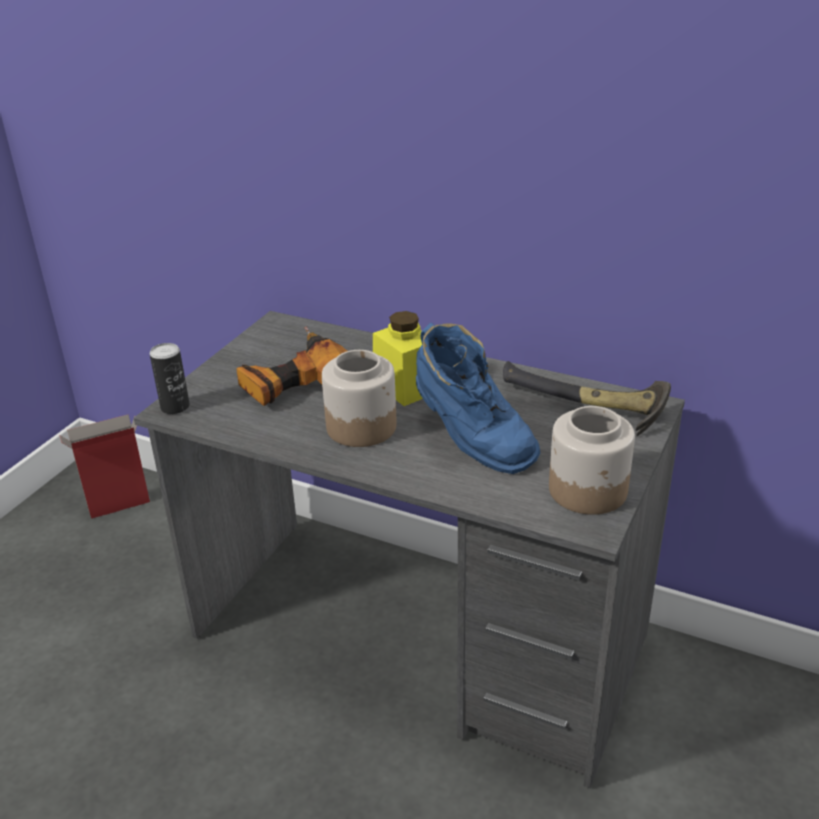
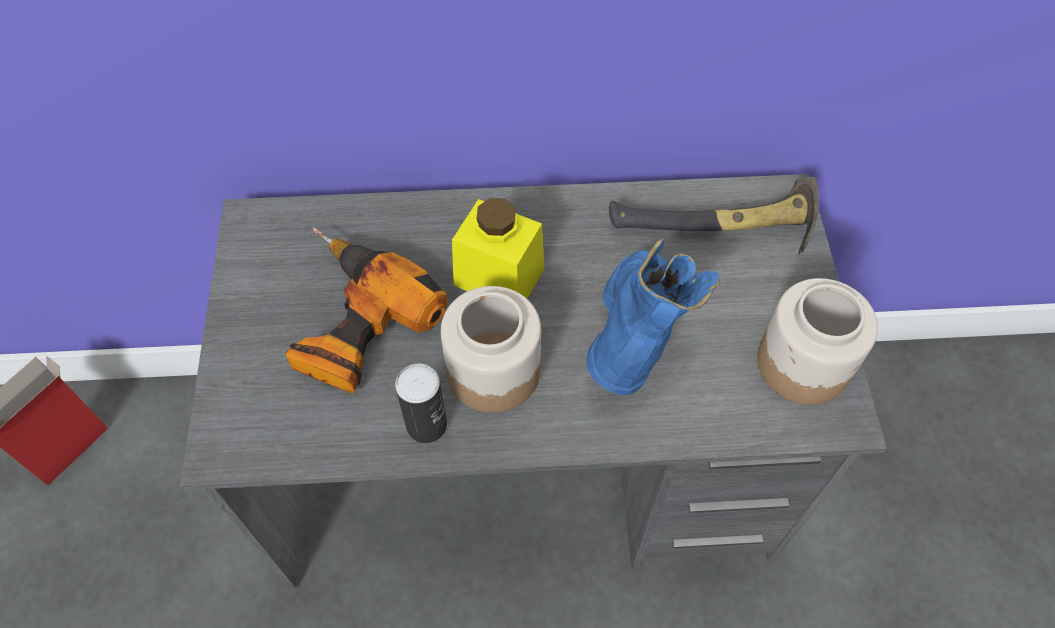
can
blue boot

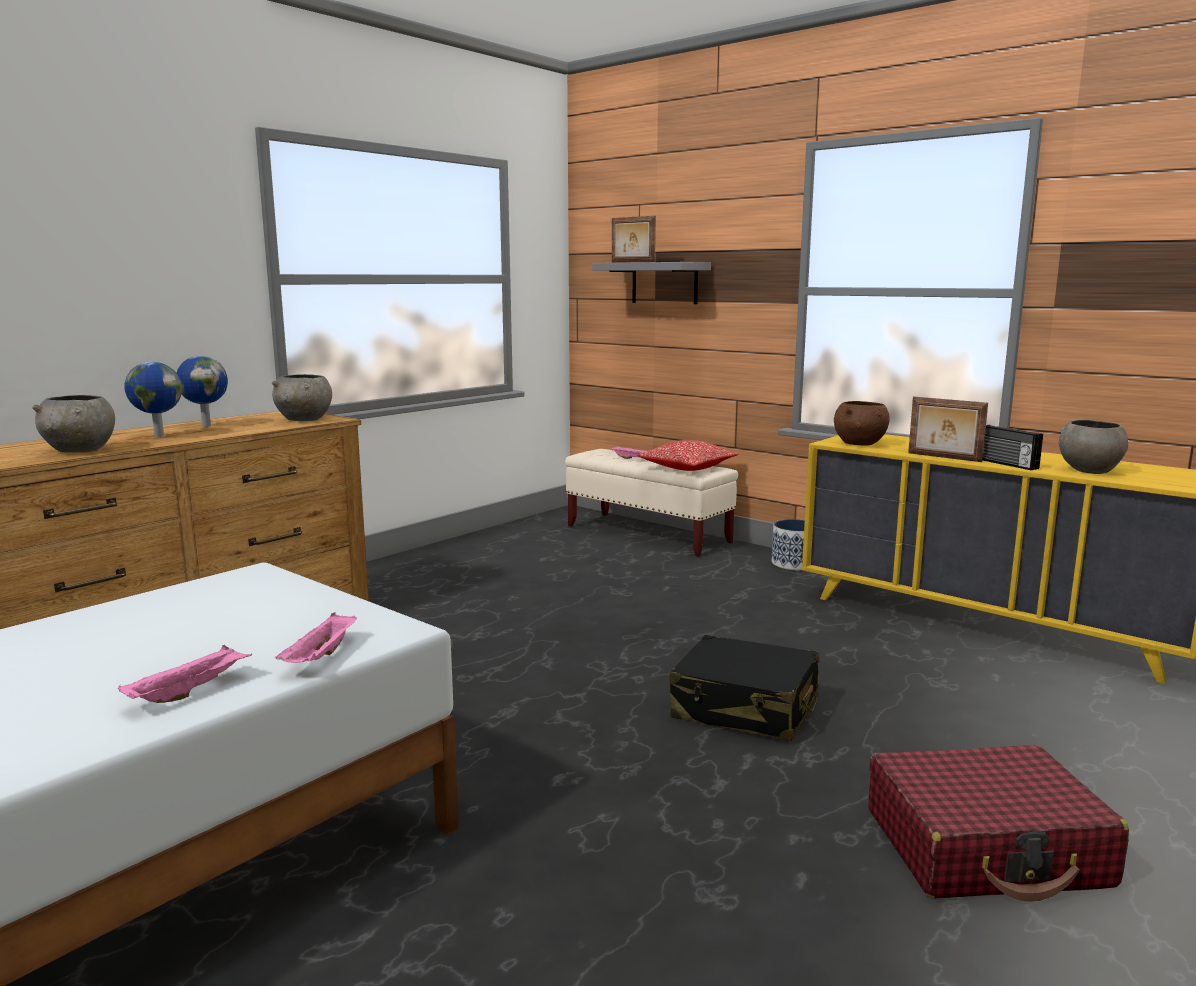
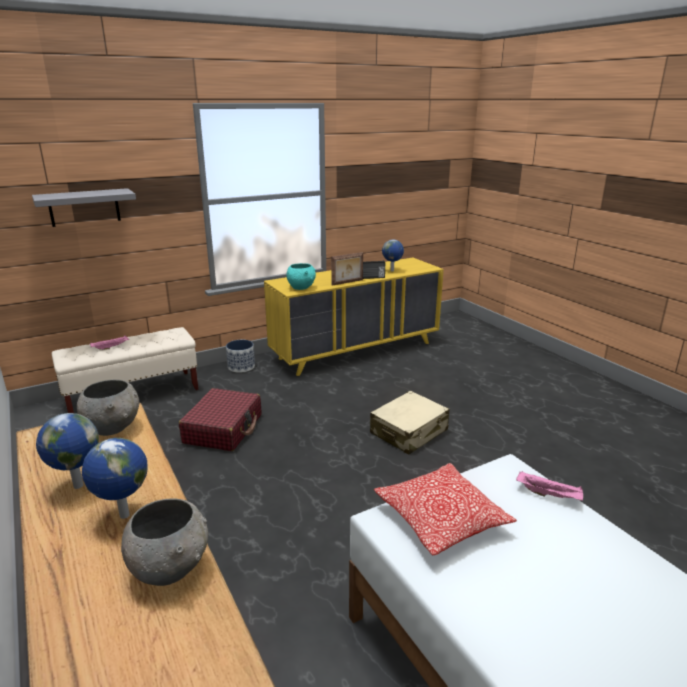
red suitcase
turquoise bowl
beige suitcase
pillow
globe (3rd from left)
pink tray (1st from left in the first image)
picture frame (1st from left in the first image)

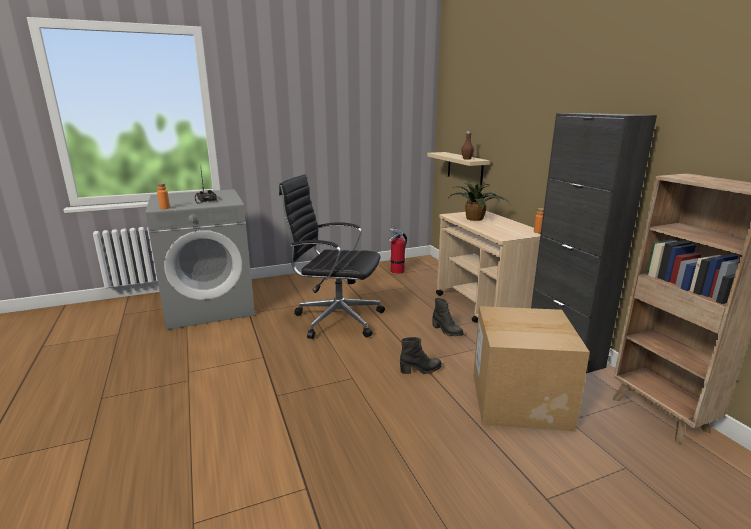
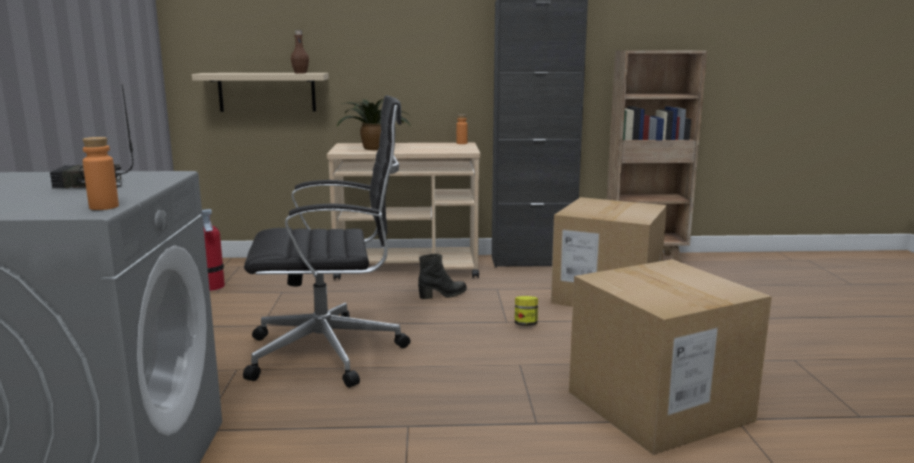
black office chair
jar
cardboard box (2nd from left)

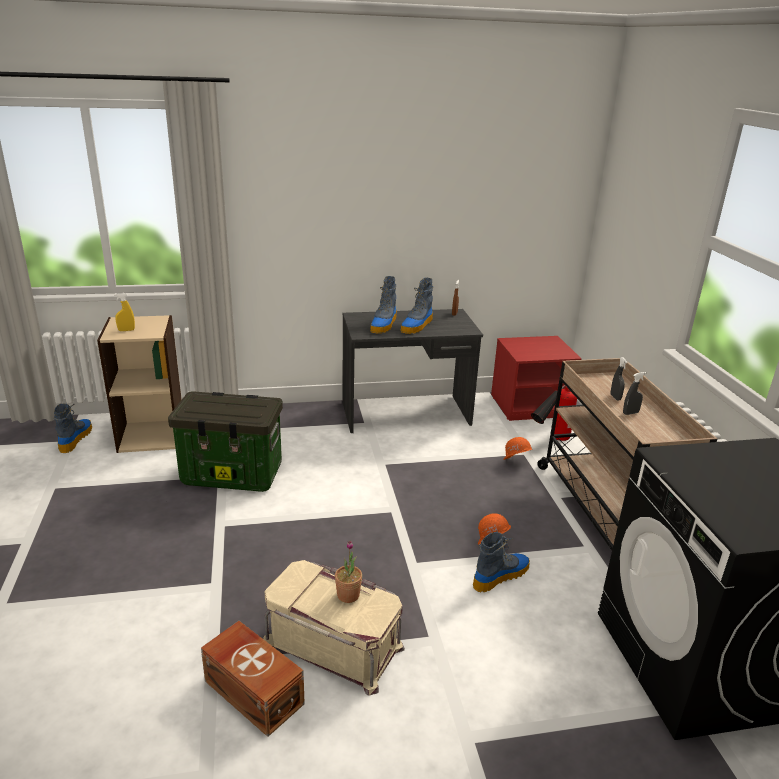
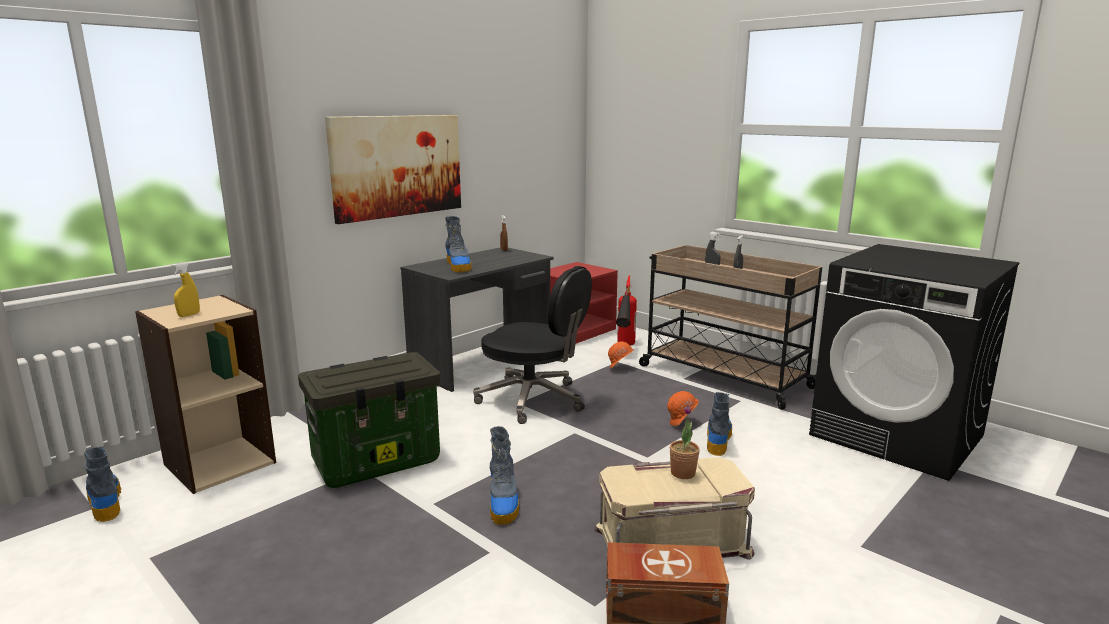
picture
black office chair
boot (3rd from left)

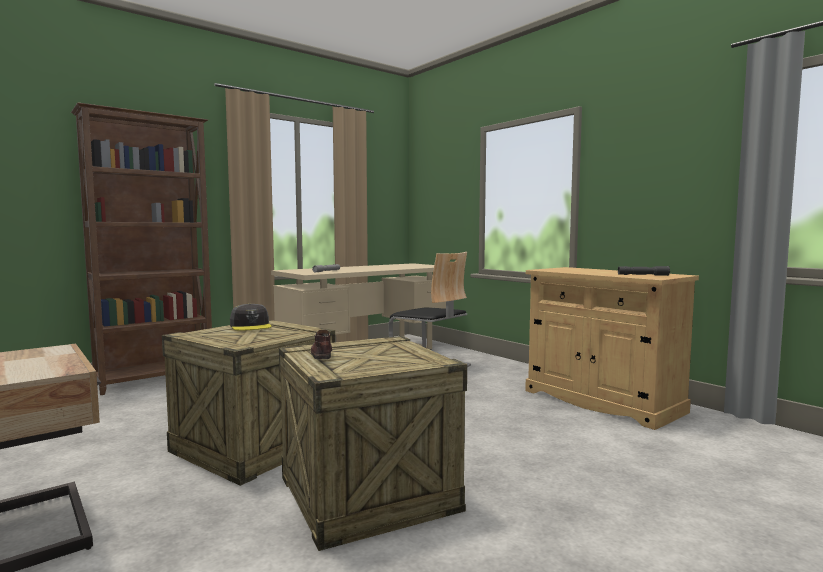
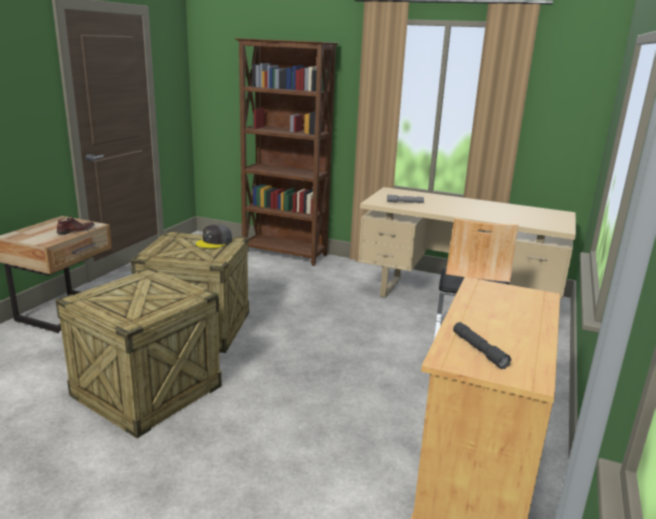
brown shoe

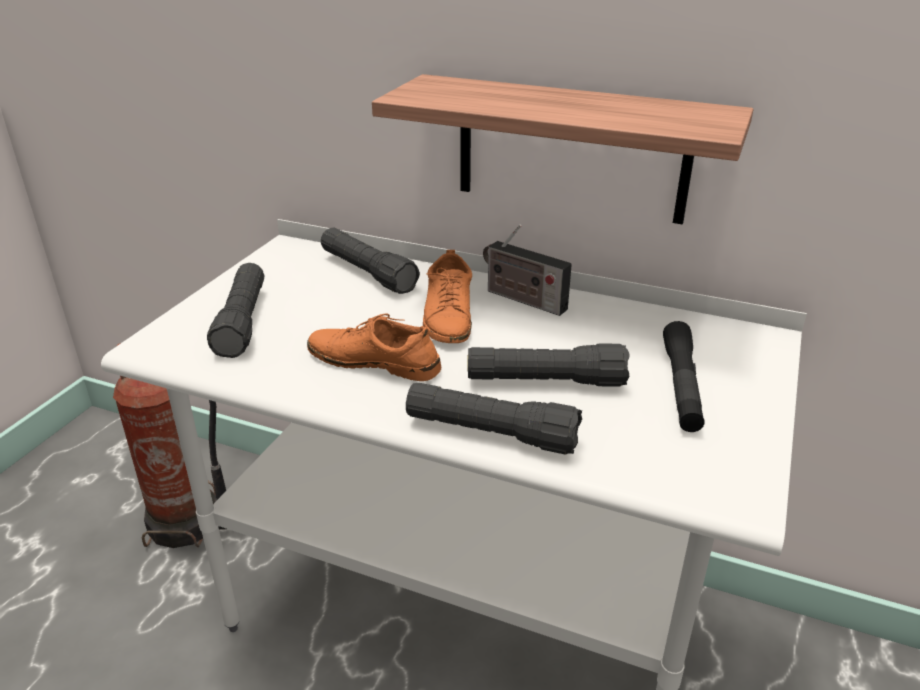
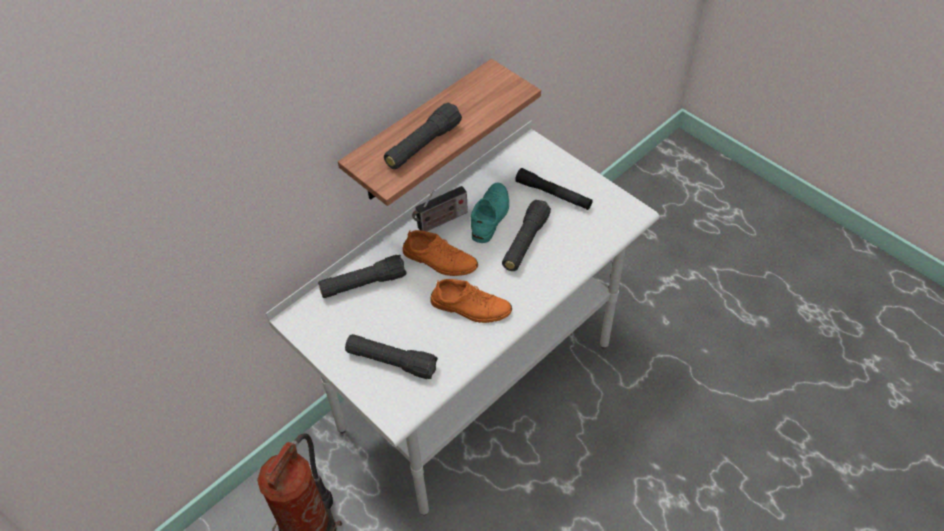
black flashlight (3rd from left)
orange shoe (2nd from left)
turquoise shoe

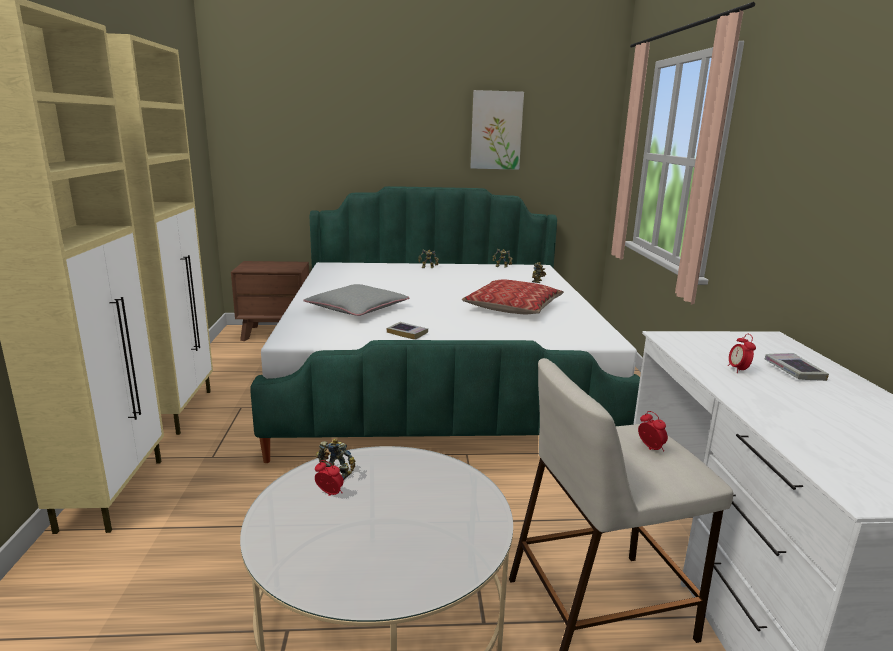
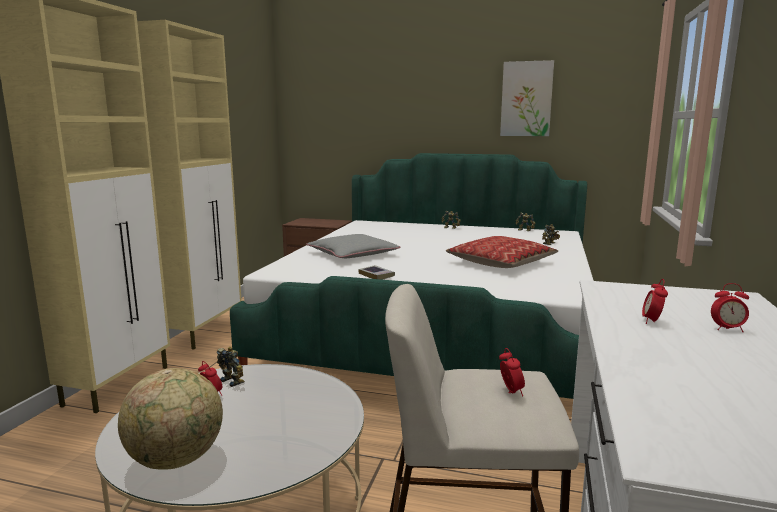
globe
alarm clock (4th from left)

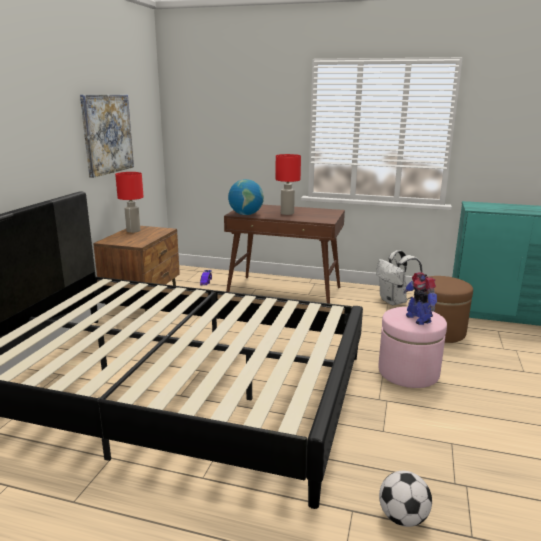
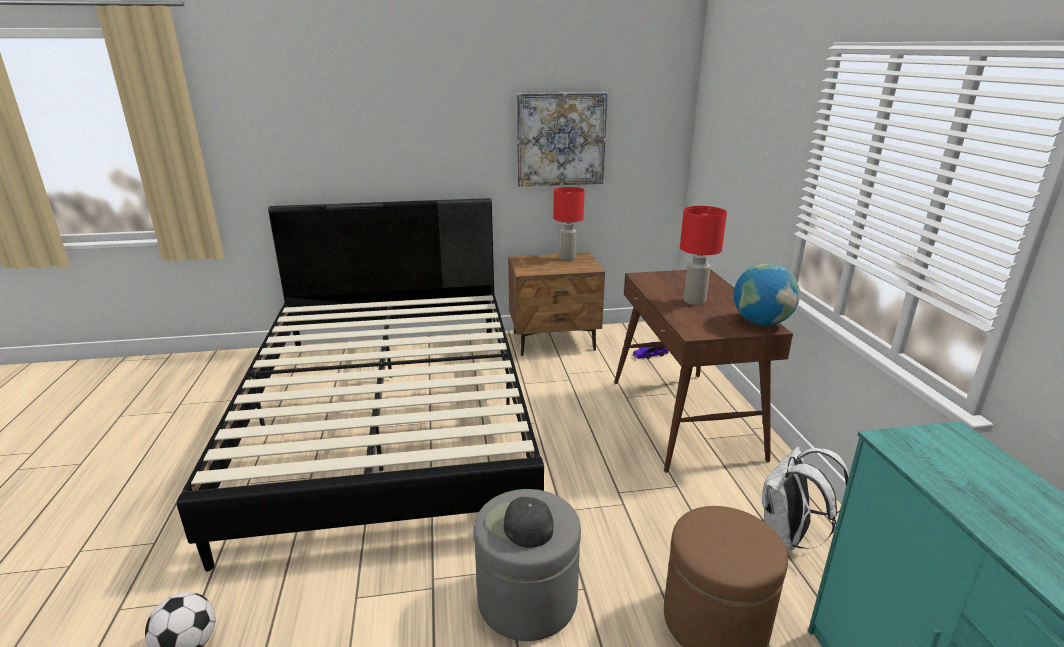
grey ottoman
black cap
globe

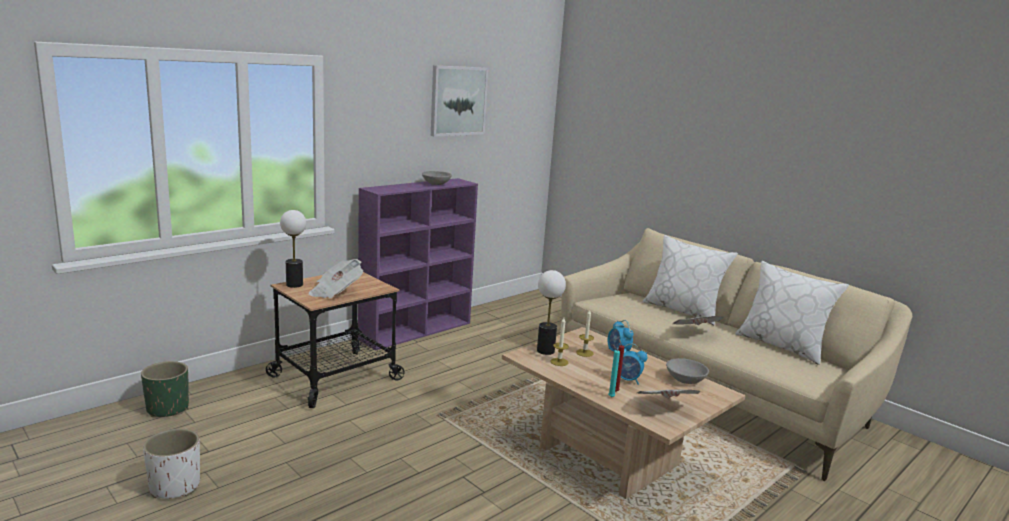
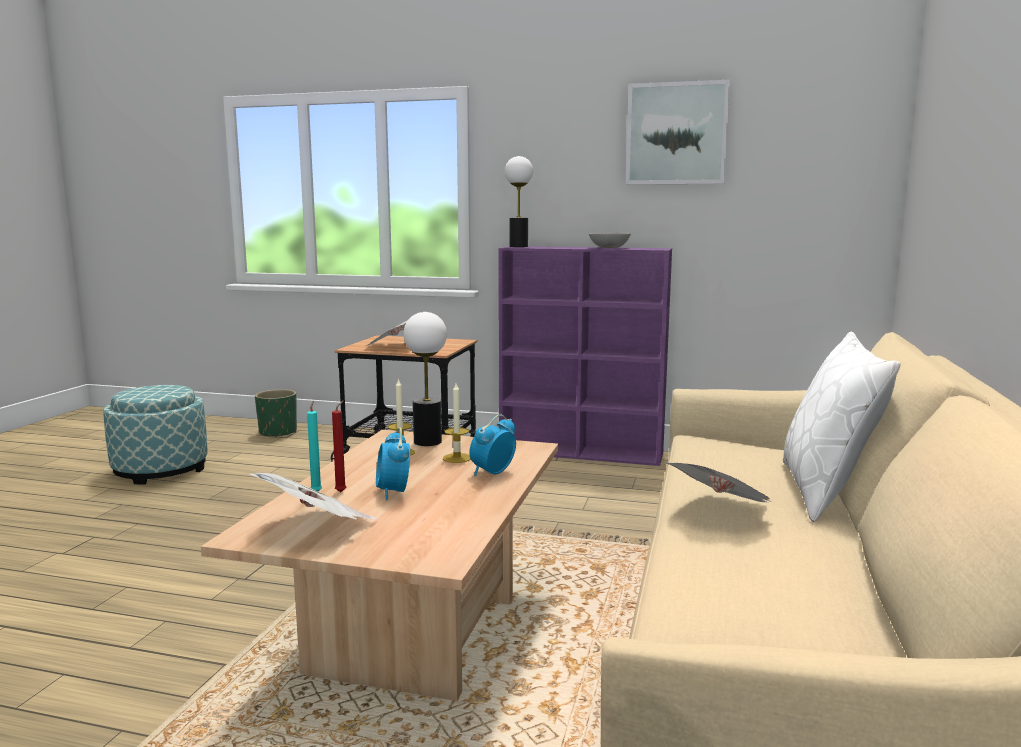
ottoman
table lamp (2nd from left)
grey bowl (2nd from left in the first image)
white pillow (2nd from left in the first image)

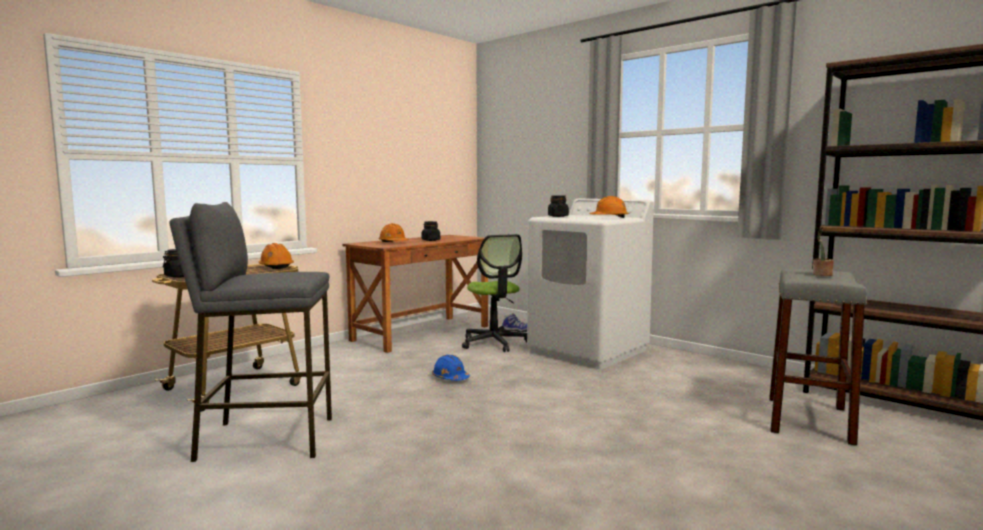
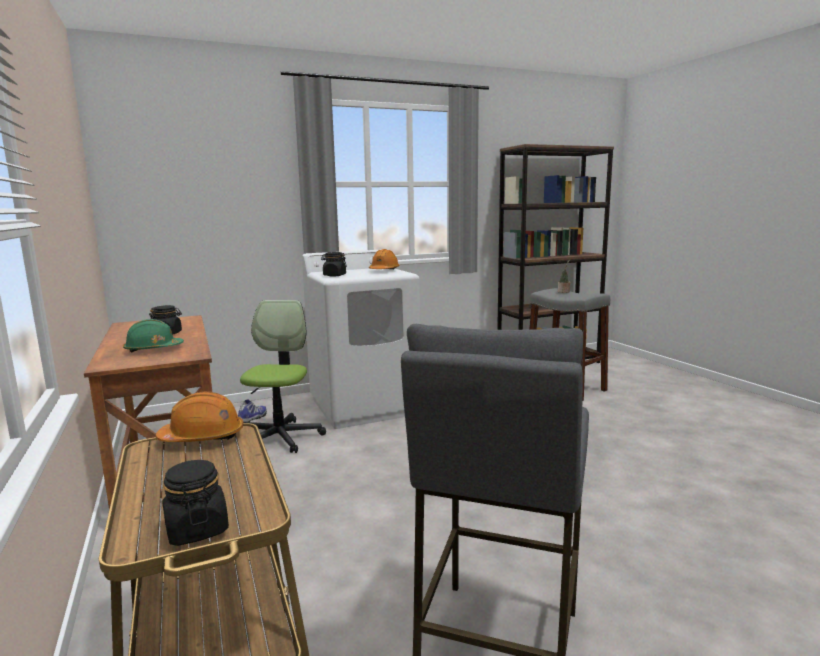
green hard hat
office chair
blue hard hat

